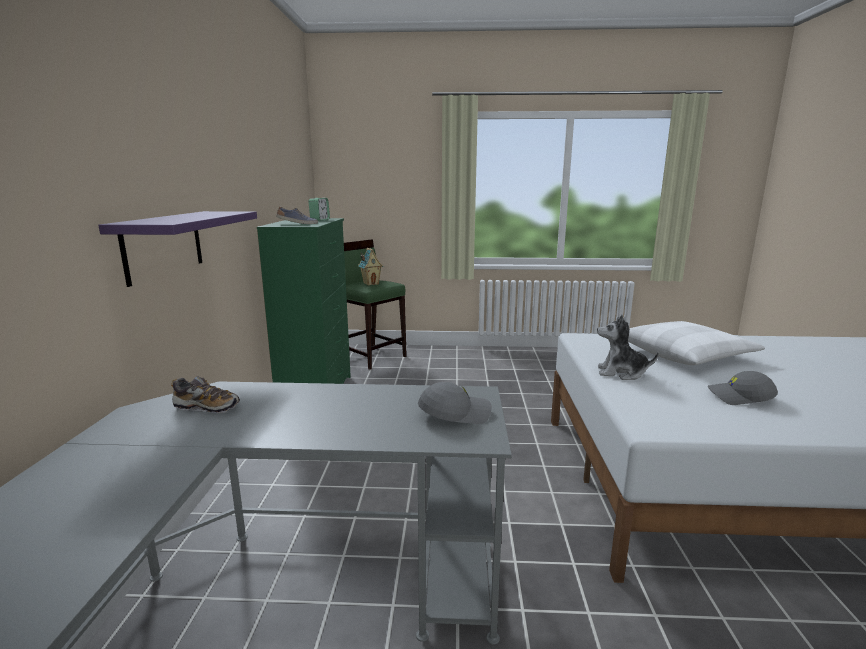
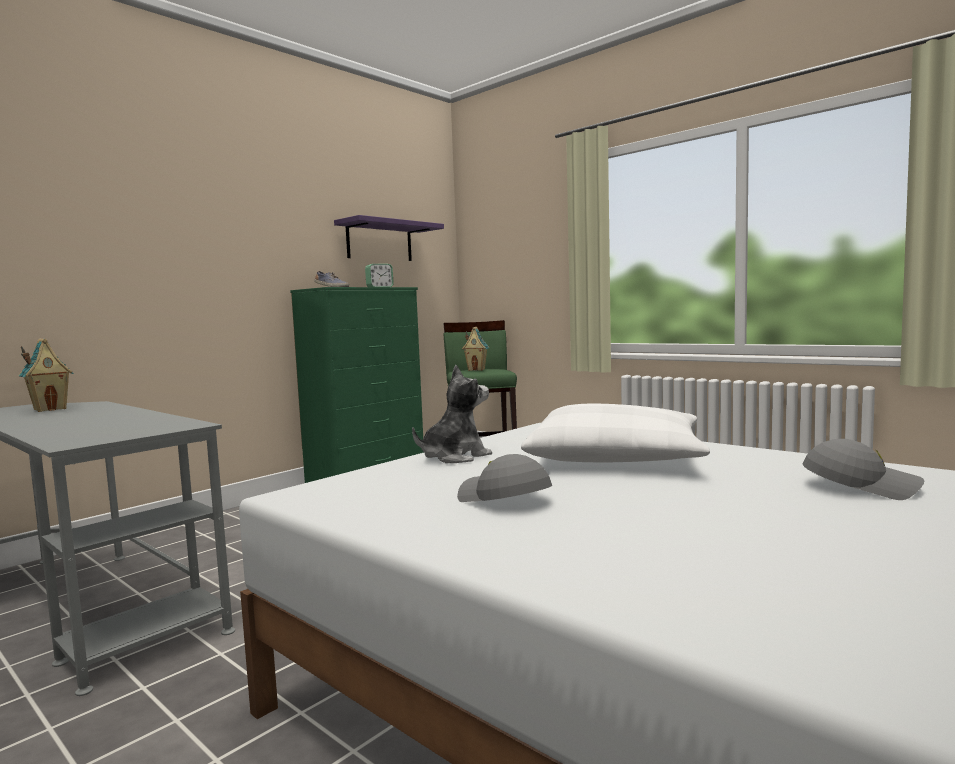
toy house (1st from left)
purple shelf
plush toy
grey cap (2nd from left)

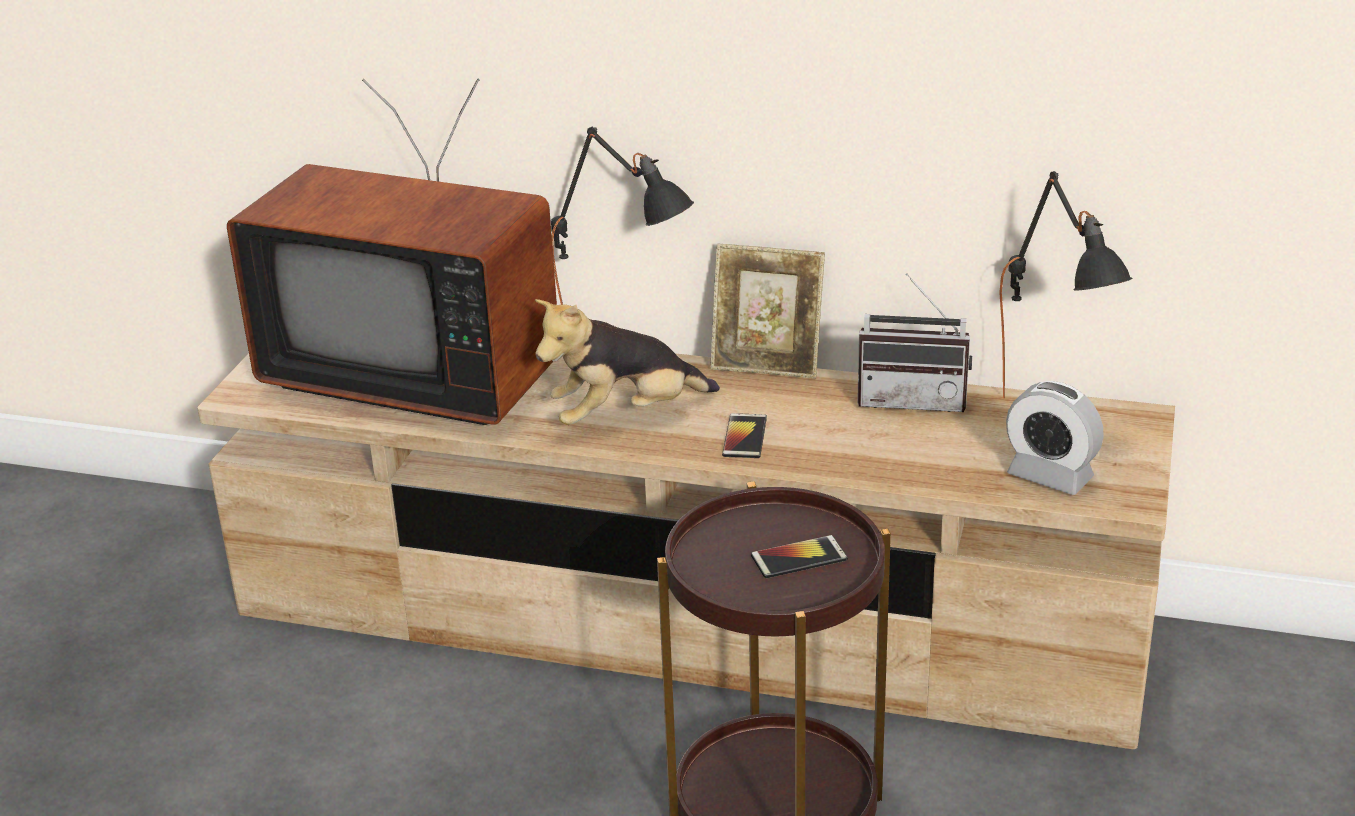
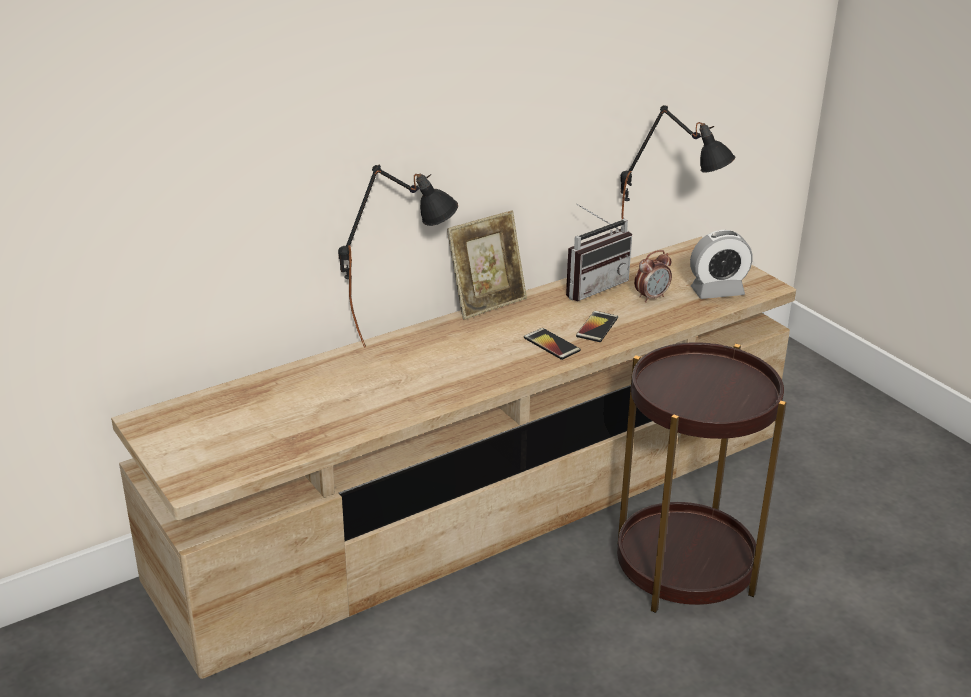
phone (2nd from left)
alarm clock (1st from left)
television
plush toy

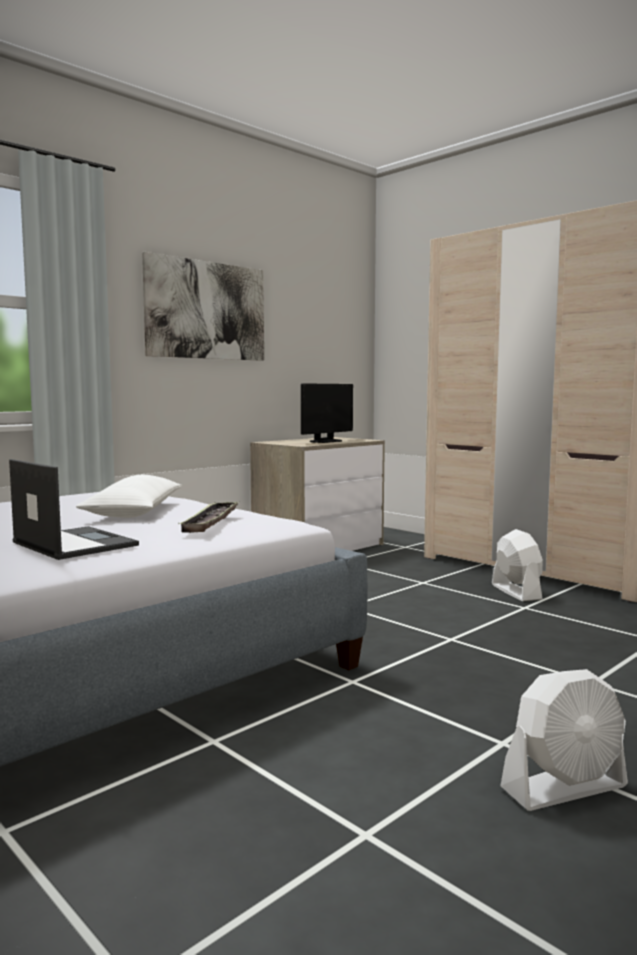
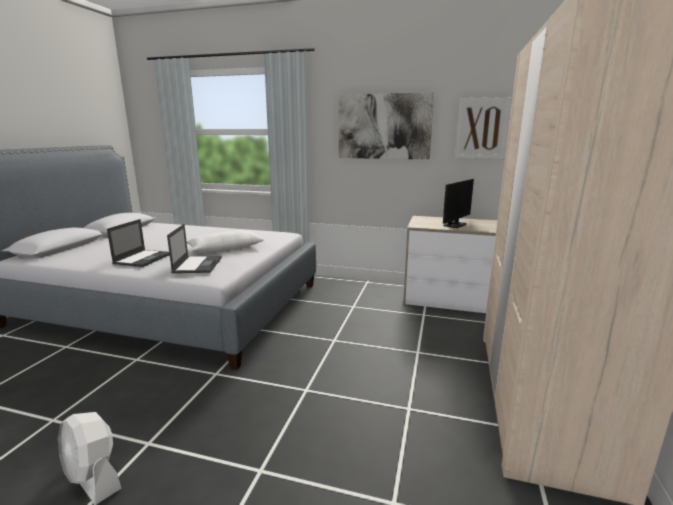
laptop (2nd from left)
monitor
picture (2nd from left)
white fan (1st from left in the first image)

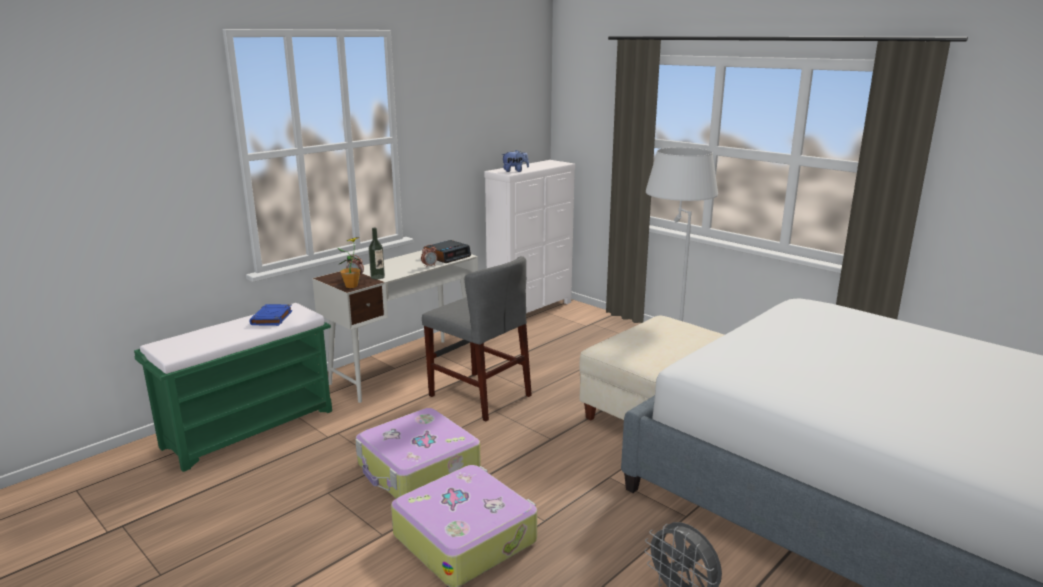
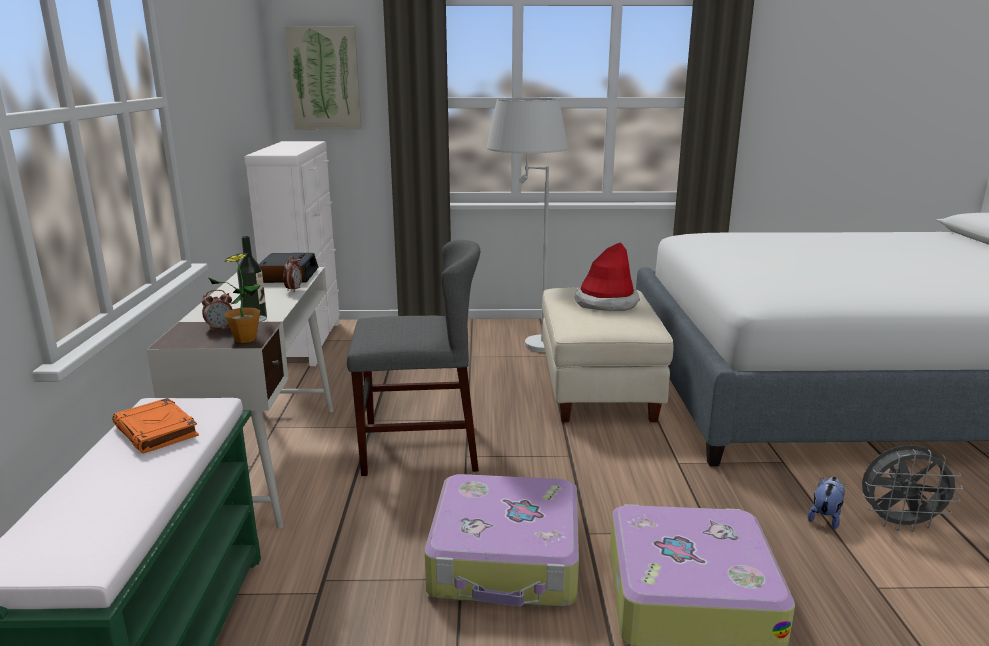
orange book
picture
hat
plush toy

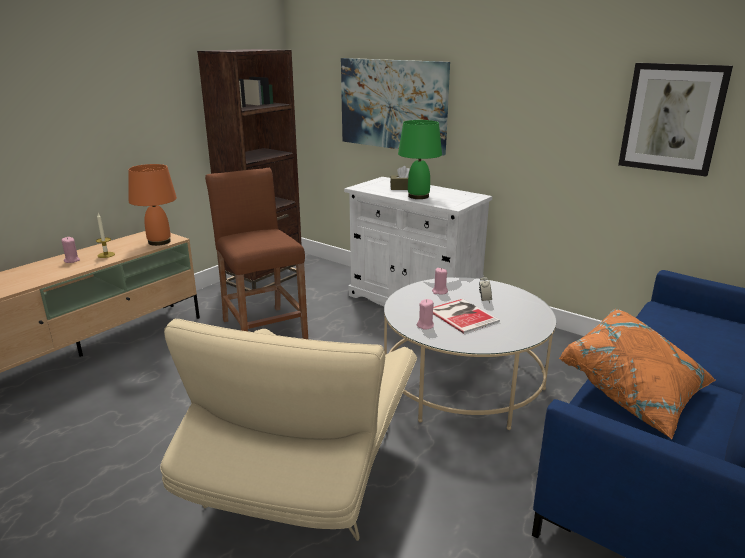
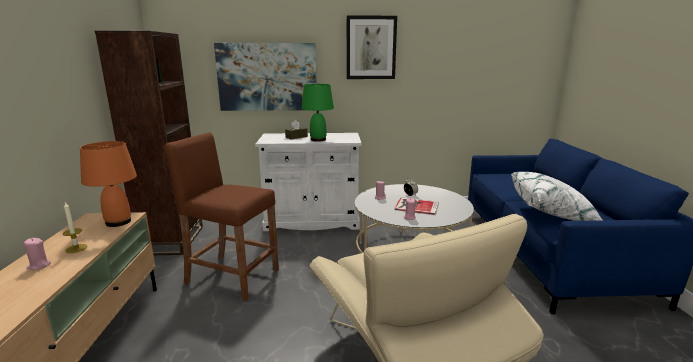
picture (2nd from left)
white pillow

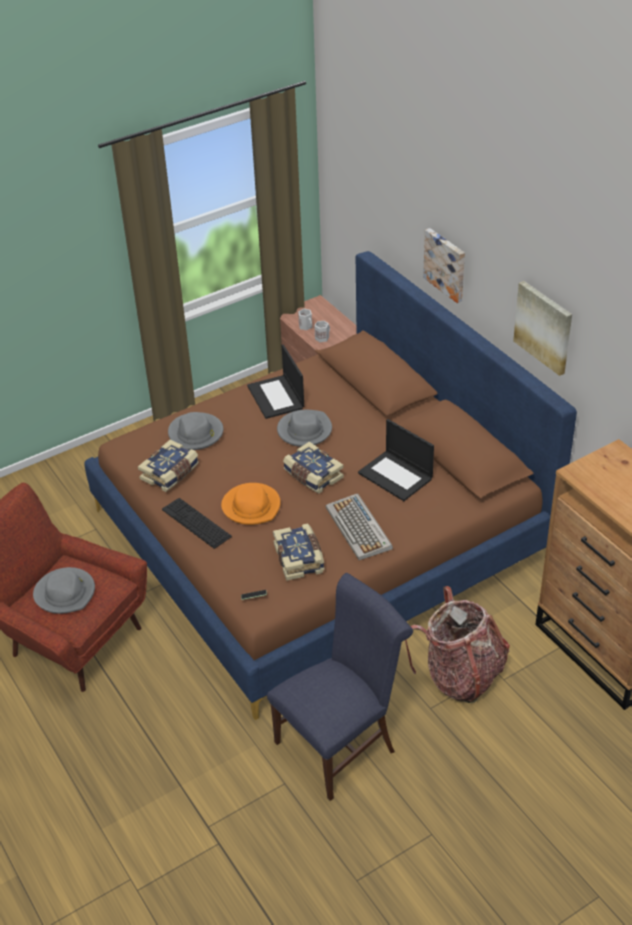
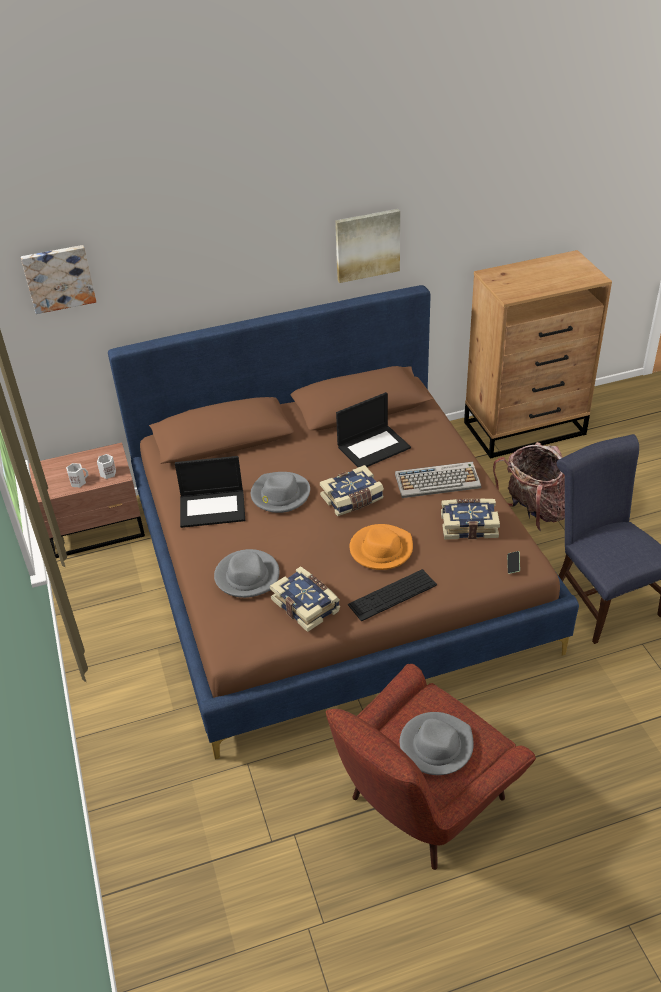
picture (1st from left)

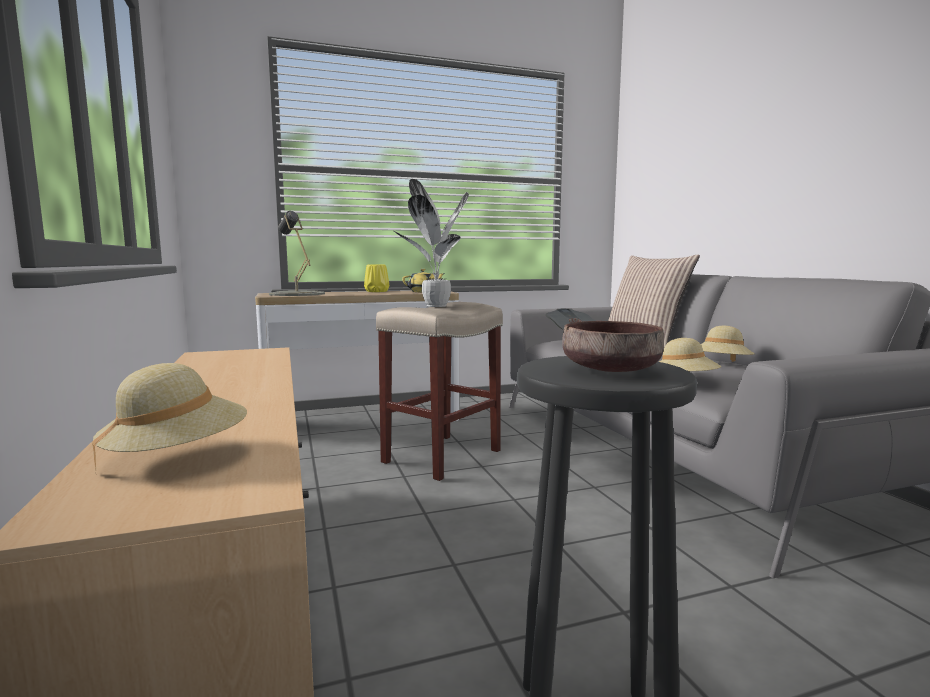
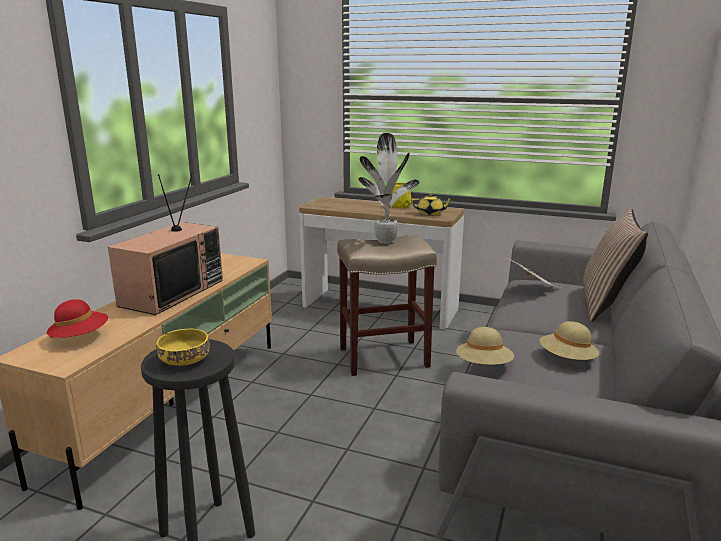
red hat
television
yellow bowl
grey table lamp

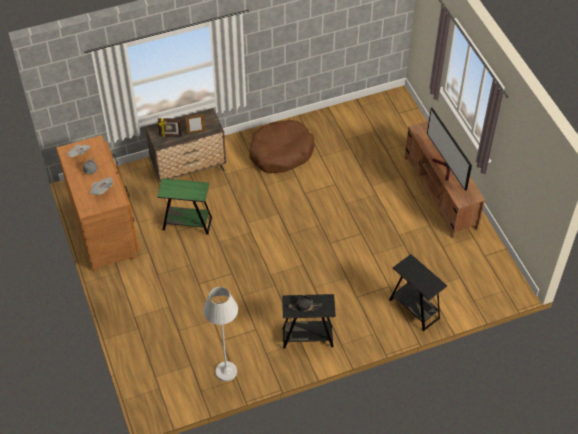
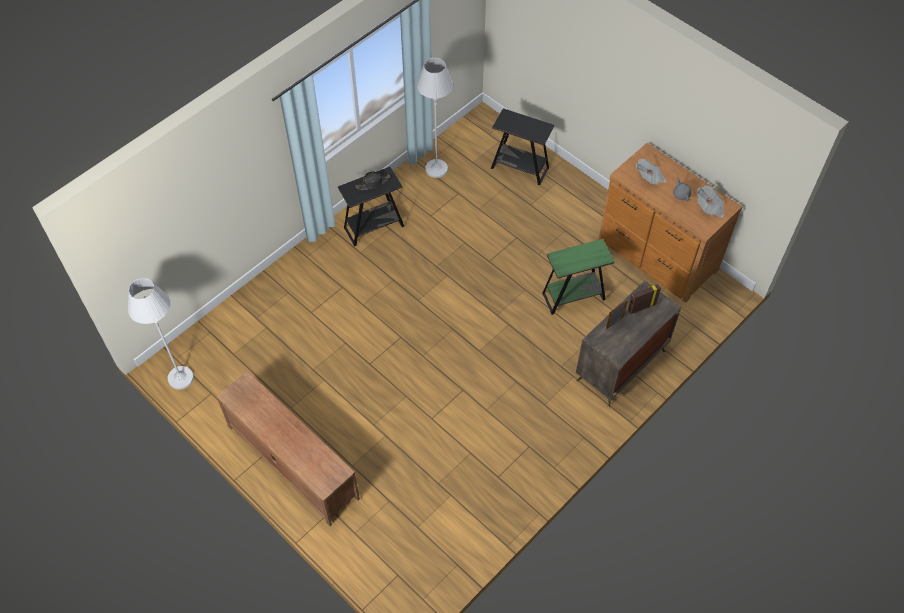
white floor lamp (1st from left)
black side table (2nd from left)
brown dog bed
television

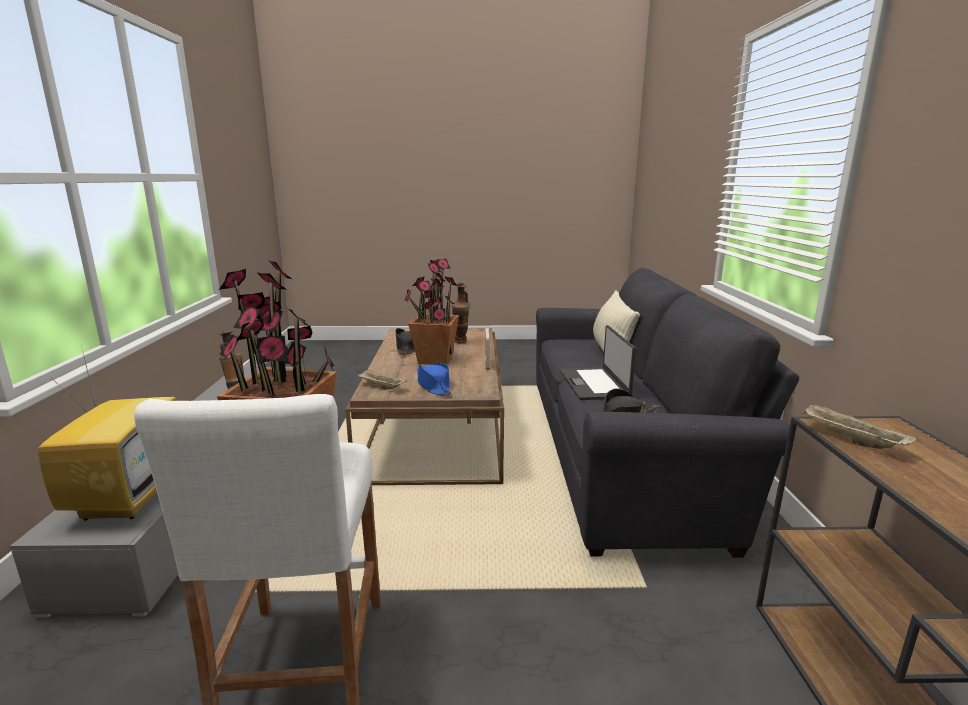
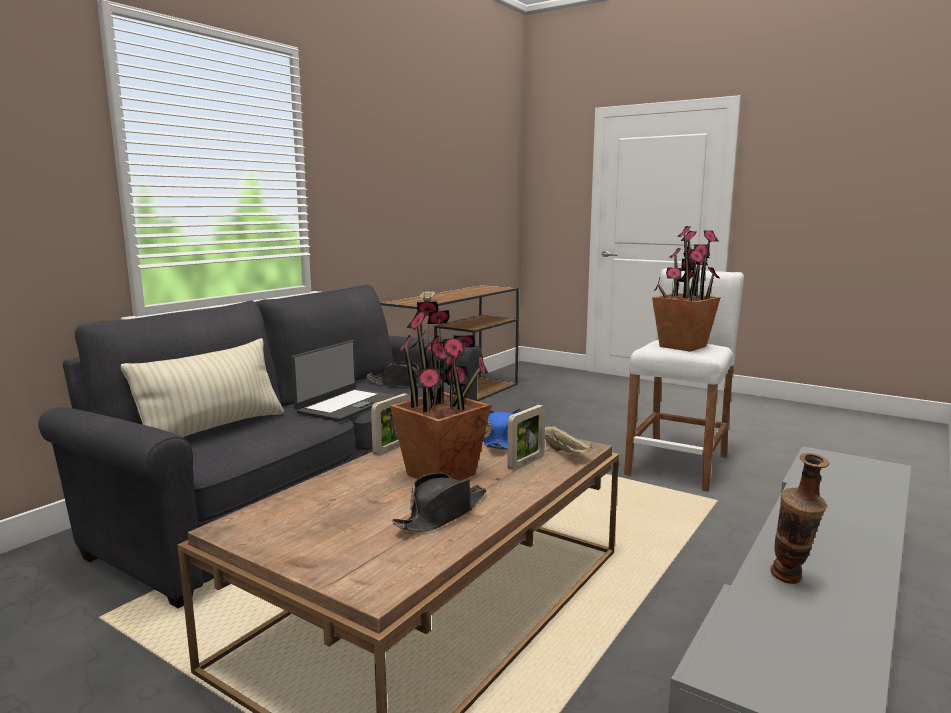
picture frame (2nd from left)
television
vase (2nd from left in the first image)

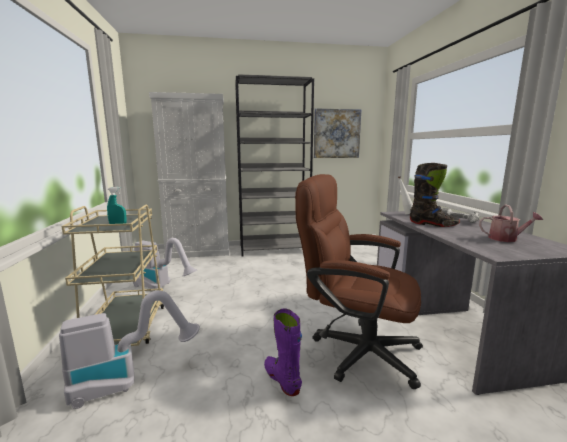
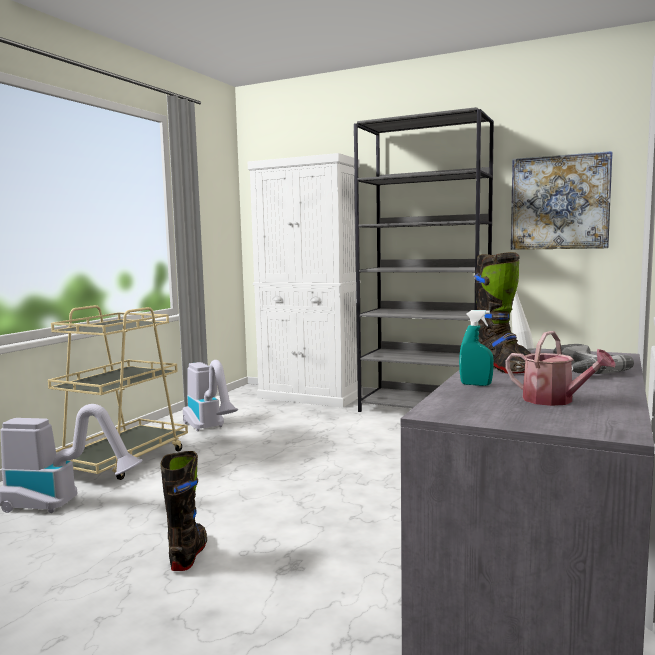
black boot (1st from left)
turquoise spray bottle
brown office chair

